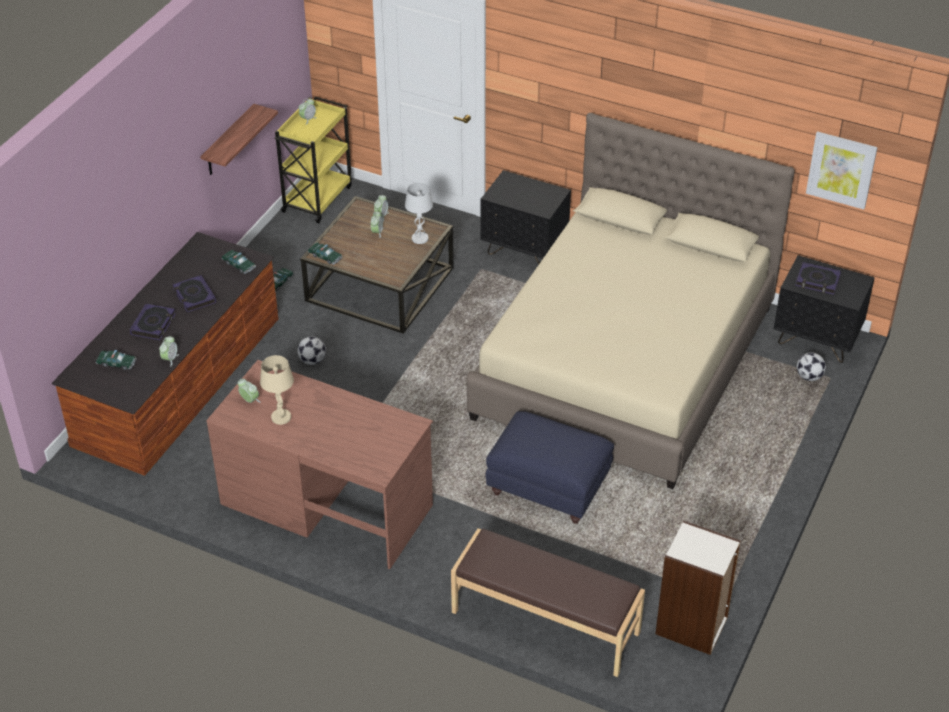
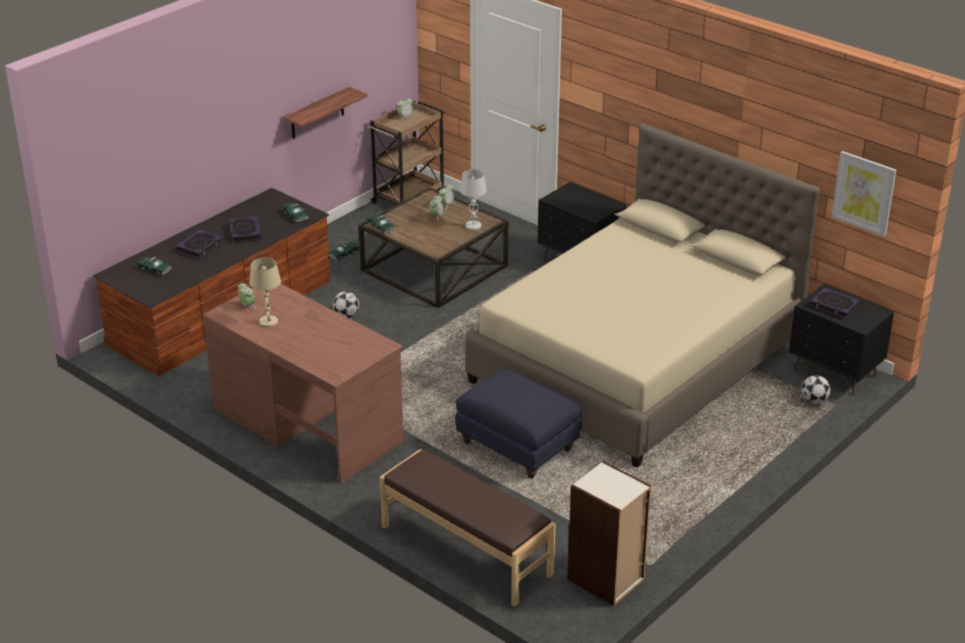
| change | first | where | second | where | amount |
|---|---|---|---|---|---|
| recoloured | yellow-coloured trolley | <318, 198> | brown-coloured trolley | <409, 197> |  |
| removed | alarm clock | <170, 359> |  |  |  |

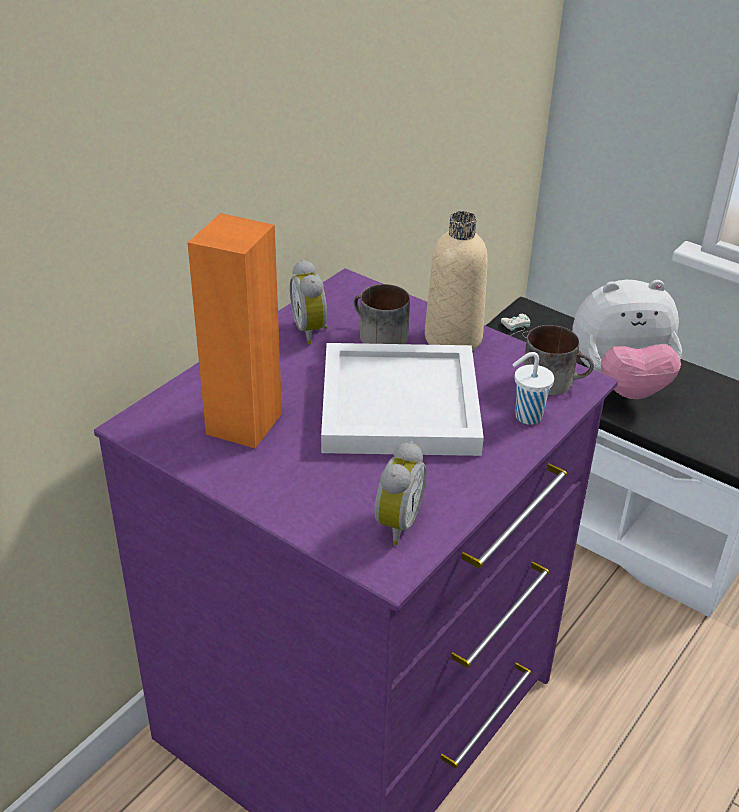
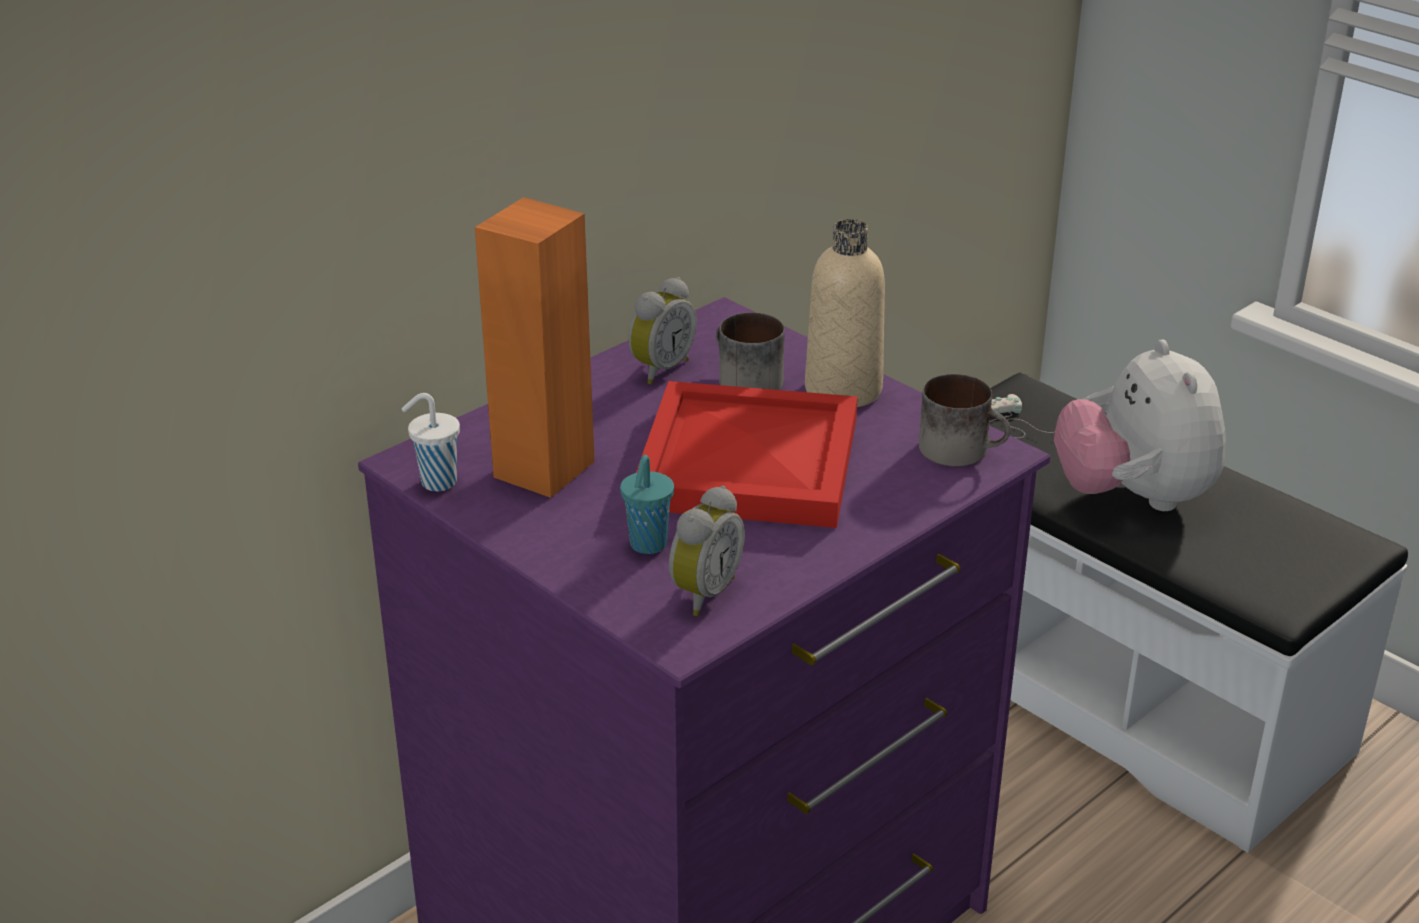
| change | first | where | second | where | amount |
|---|---|---|---|---|---|
| turned | alarm clock | <312, 330> |  | <659, 369> | 135 degrees counterclockwise |
| turned | soft toy | <620, 383> |  | <1133, 497> | 75 degrees clockwise |
| recoloured | white tray | <402, 406> | red-coloured tray | <751, 465> |  |
| moved | white cup | <526, 416> |  | <436, 482> |  |
| added |  |  | blue-green cup | <647, 545> |  |

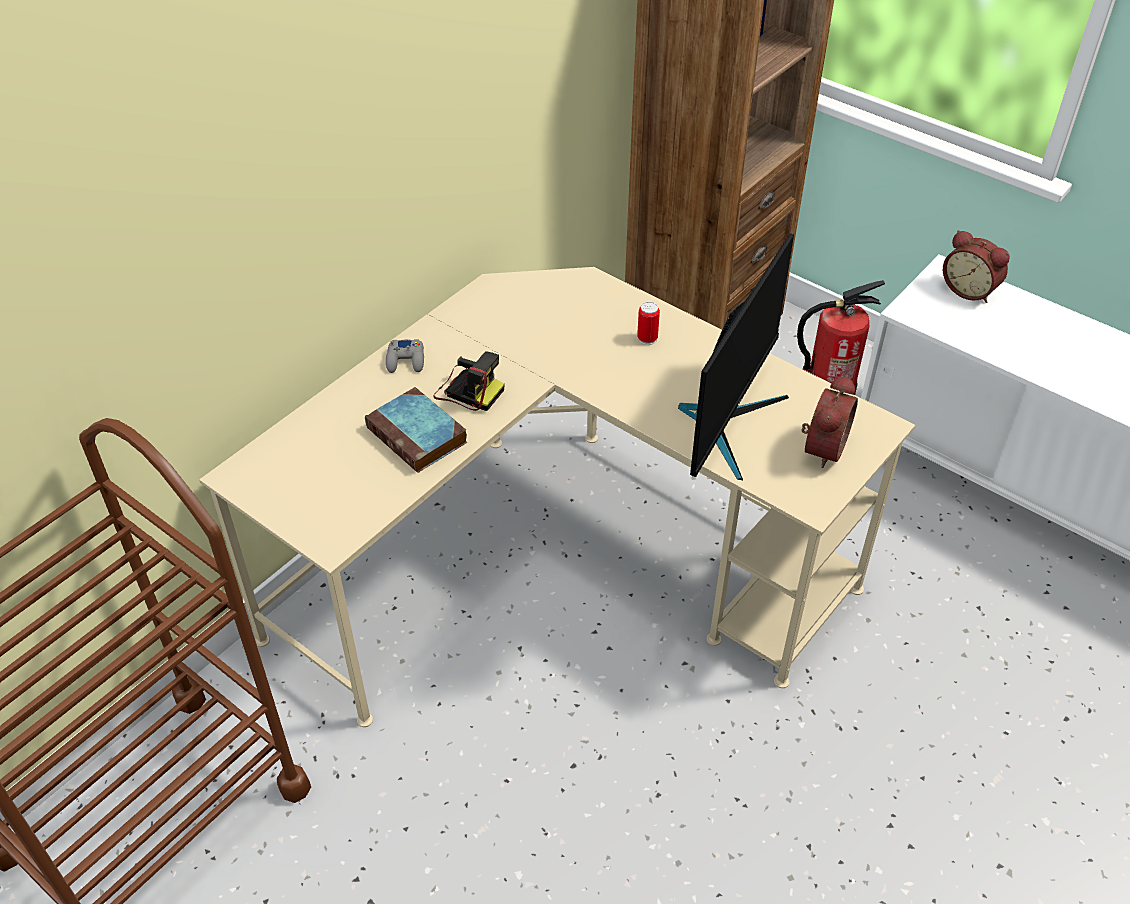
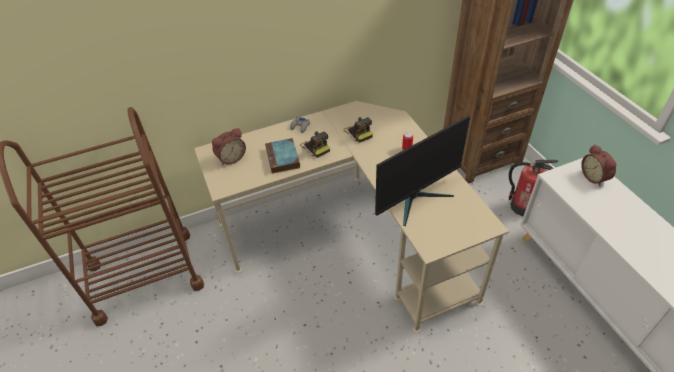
| change | first | where | second | where | amount |
|---|---|---|---|---|---|
| moved | alarm clock | <821, 447> |  | <231, 158> |  |
| added |  |  | still camera | <358, 132> |  |

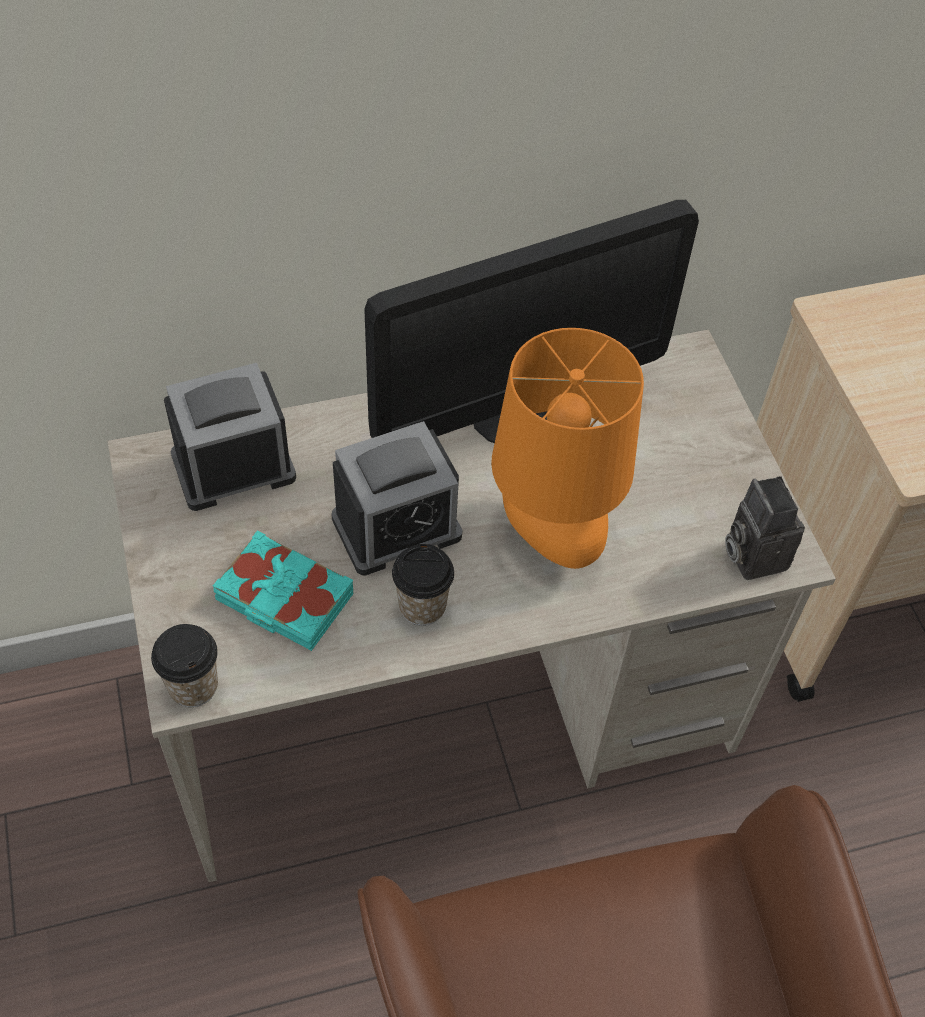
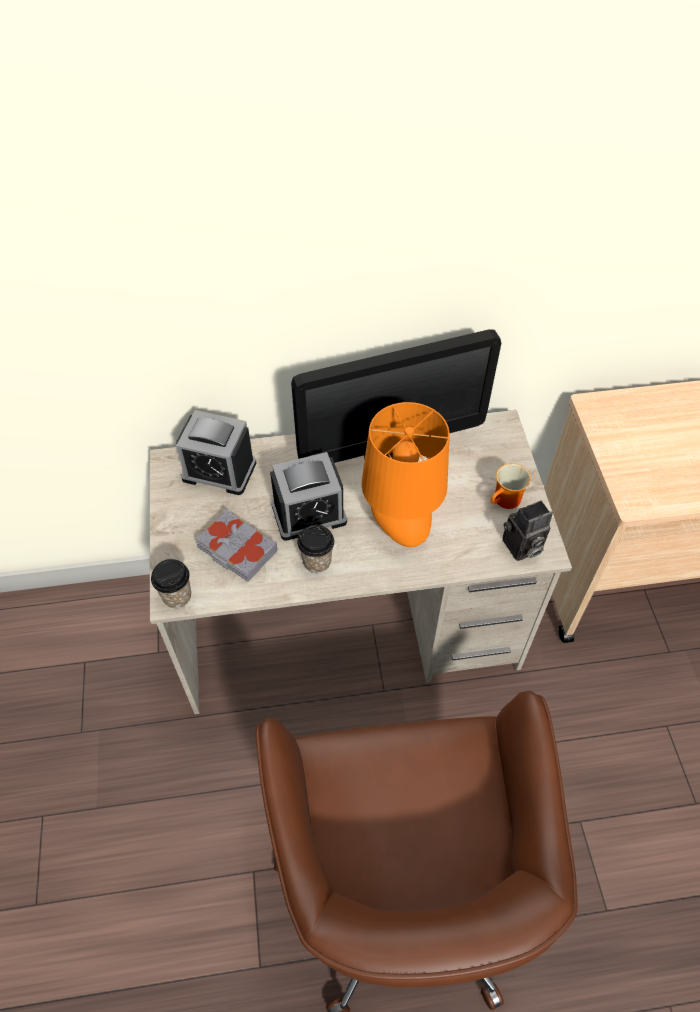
| change | first | where | second | where | amount |
|---|---|---|---|---|---|
| turned | alarm clock | <233, 467> |  | <219, 470> | 150 degrees counterclockwise |
| turned | still camera | <751, 554> |  | <521, 548> | 105 degrees counterclockwise |
| recoloured | blue-green bound book | <284, 598> | greyish bound book | <237, 550> |  |
| added |  |  | coffee mug | <506, 501> |  |

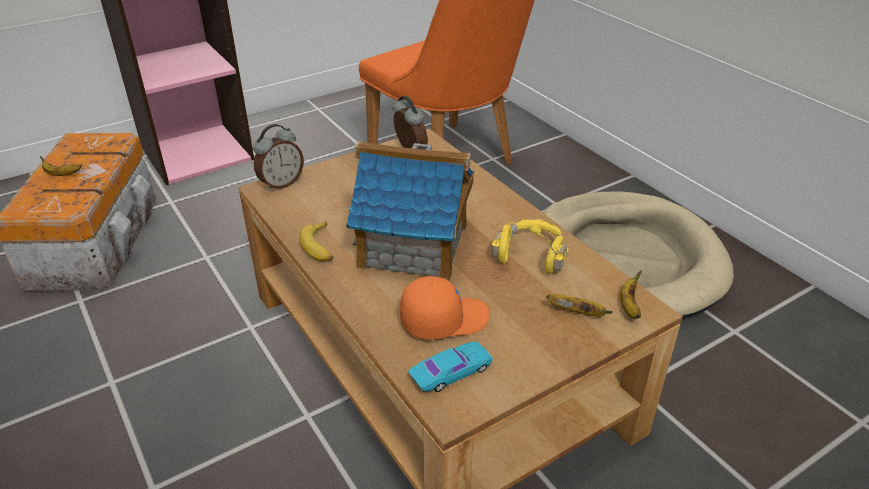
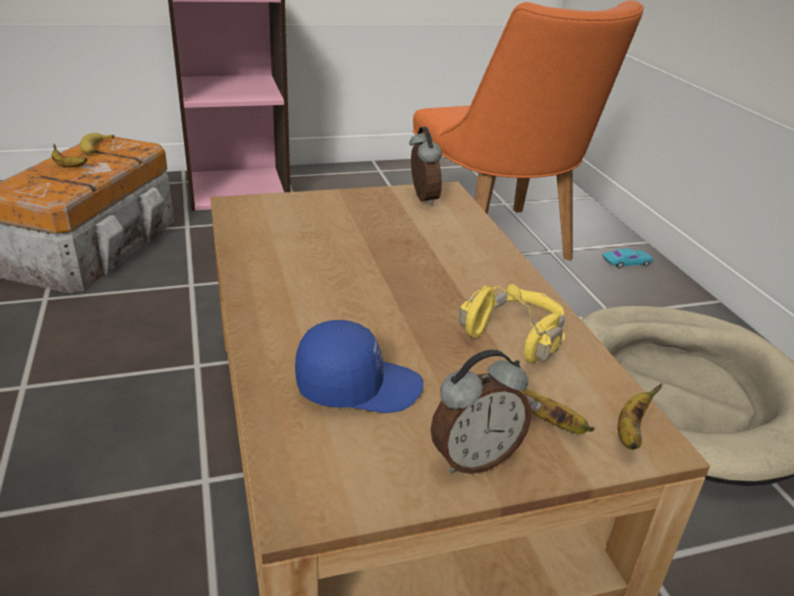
| change | first | where | second | where | amount |
|---|---|---|---|---|---|
| moved | alarm clock | <281, 183> |  | <473, 458> |  |
| removed | miniature house | <414, 246> |  |  |  |
| moved | banana | <320, 247> |  | <96, 148> |  |
| recoloured | orange-coloured peaked cap | <444, 319> | blue peaked cap | <358, 385> |  |
| moved | blue-green miniature car | <450, 372> |  | <626, 262> |  |

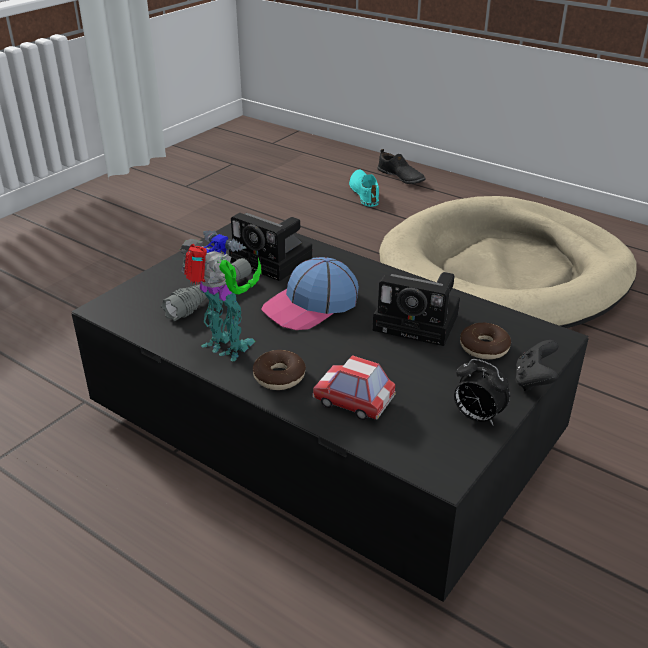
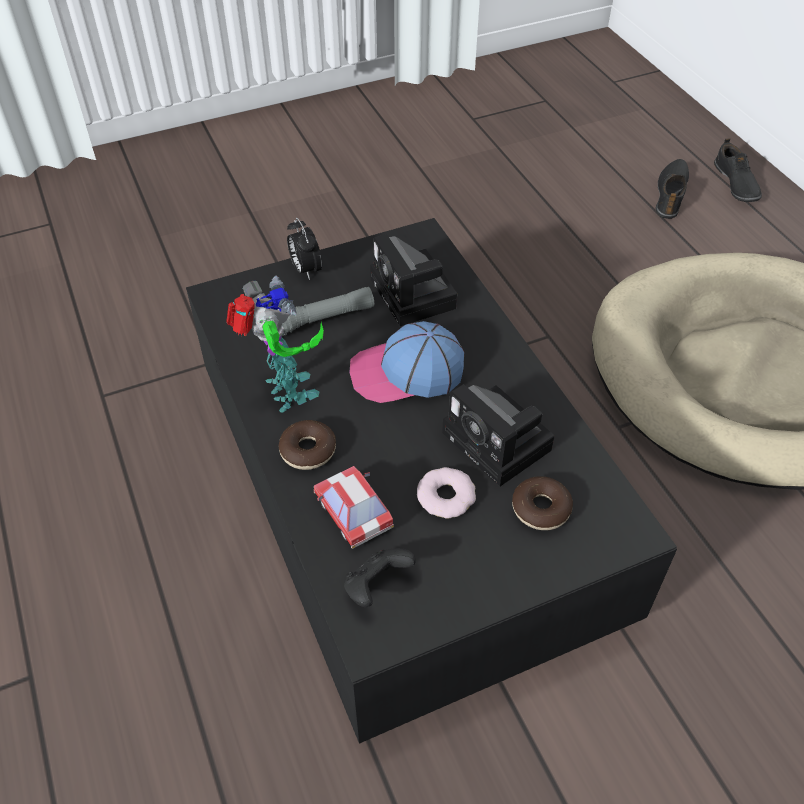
| change | first | where | second | where | amount |
|---|---|---|---|---|---|
| recoloured | blue-green shoe | <364, 192> | black shoe | <671, 193> |  |
| moved | black gamepad | <533, 381> |  | <376, 586> |  |
| moved | alarm clock | <476, 417> |  | <305, 269> |  |
| added |  |  | doughnut | <446, 496> |  |

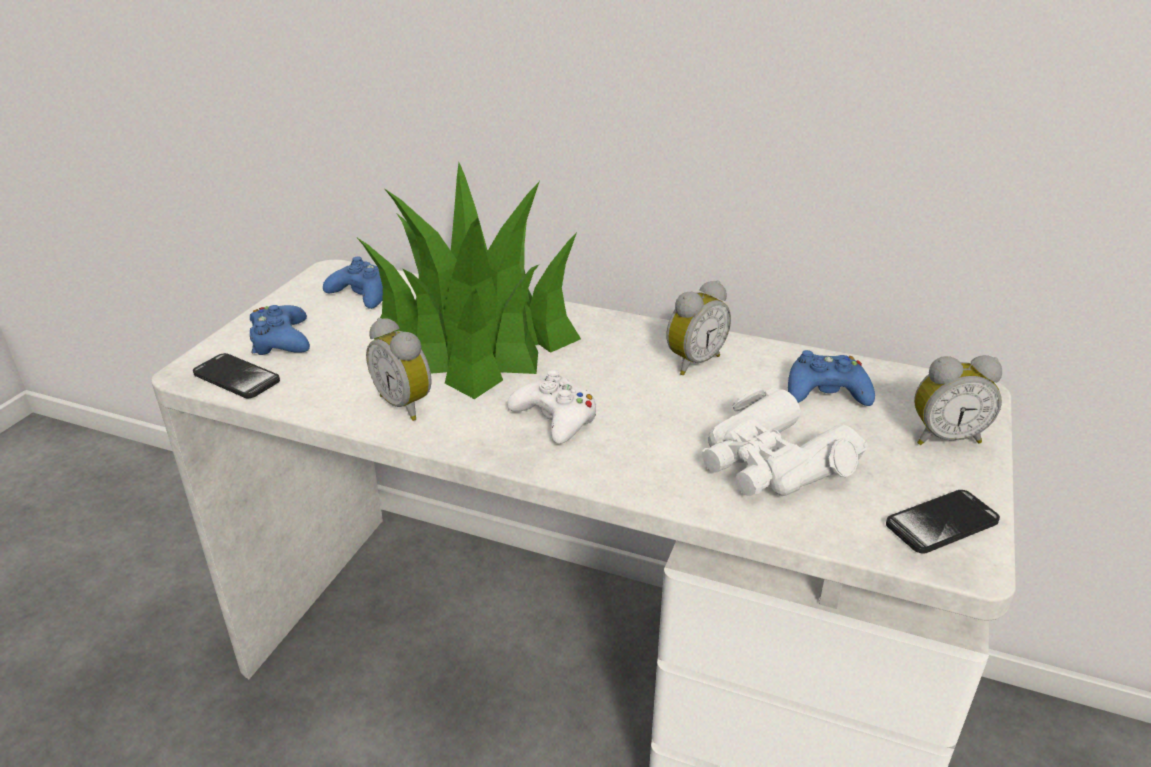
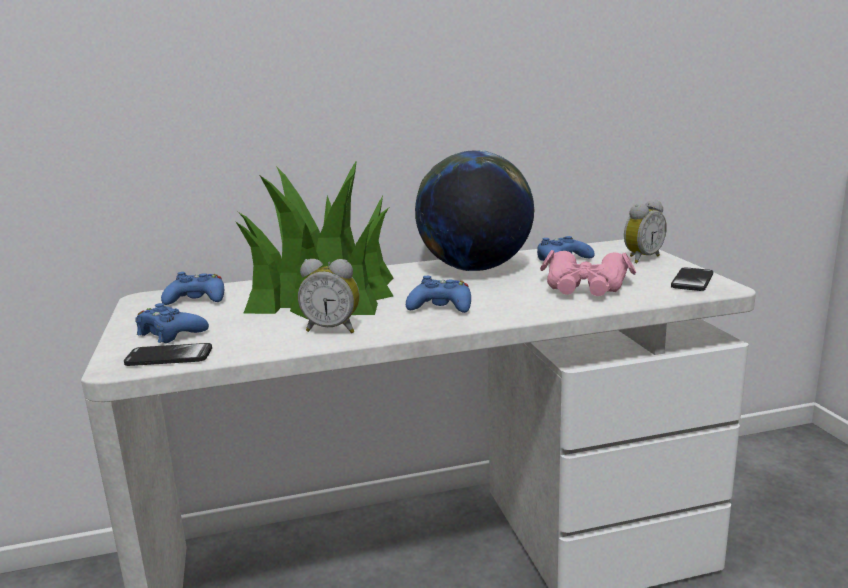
| change | first | where | second | where | amount |
|---|---|---|---|---|---|
| replaced | alarm clock | <692, 361> | desk globe | <475, 269> |  |
| recoloured | white gamepad | <555, 418> | blue gamepad | <441, 306> |  |
| recoloured | white field glasses | <772, 463> | pink-coloured field glasses | <585, 287> |  |

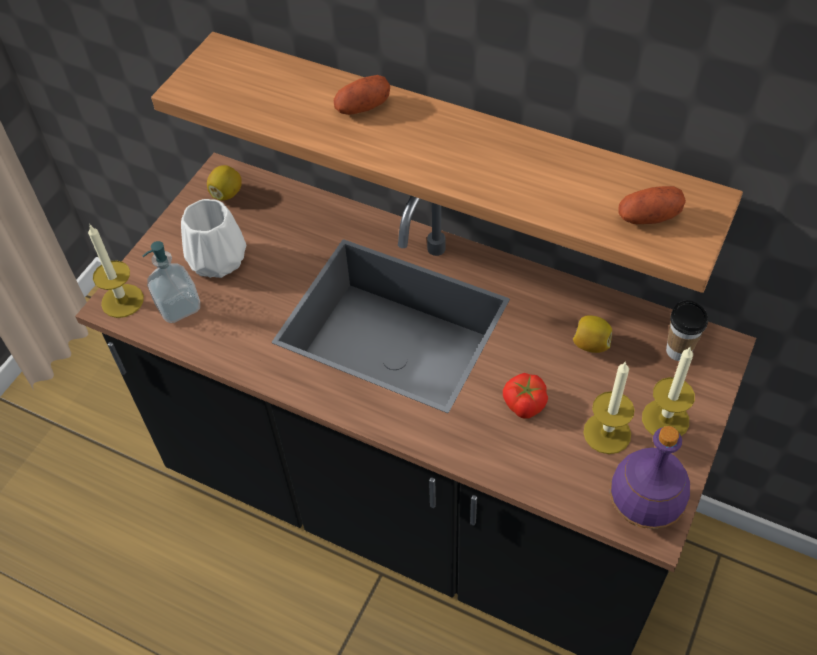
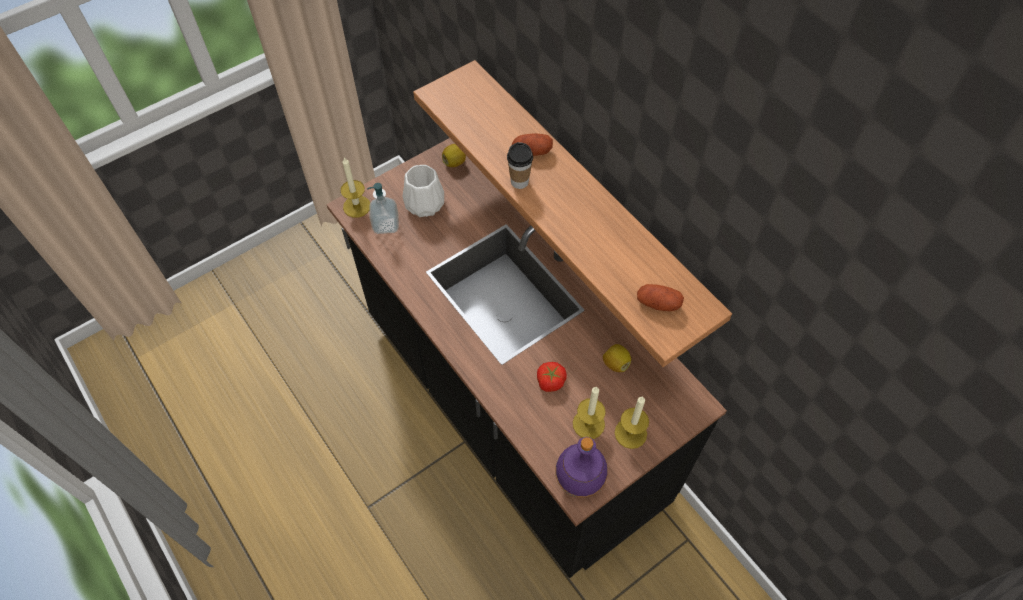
| change | first | where | second | where | amount |
|---|---|---|---|---|---|
| moved | cup | <678, 351> |  | <519, 182> |  |

